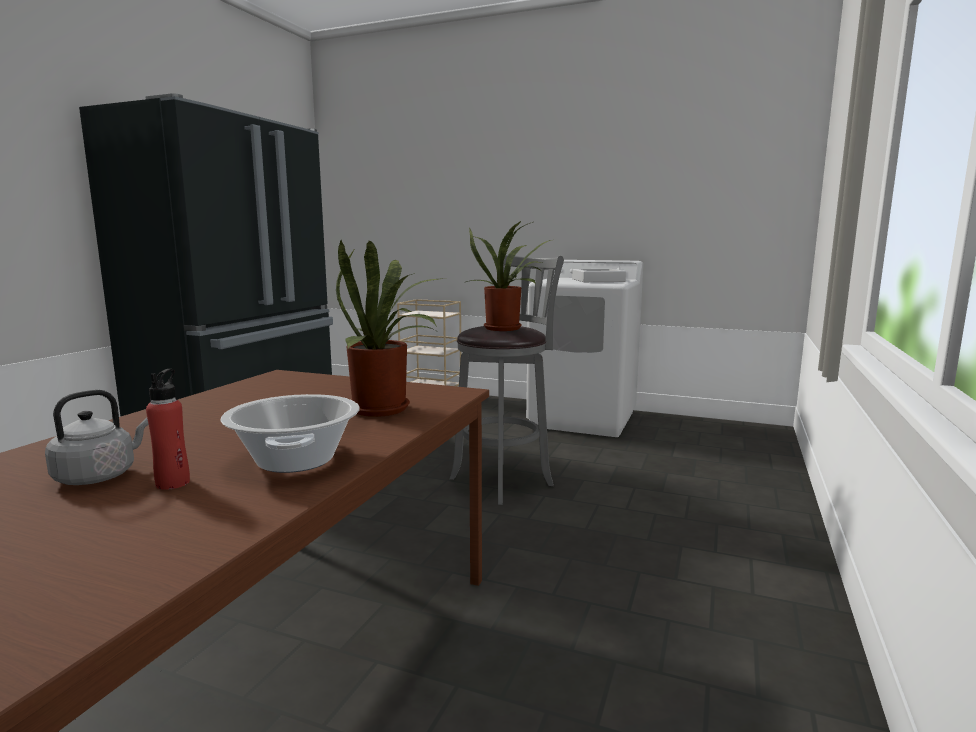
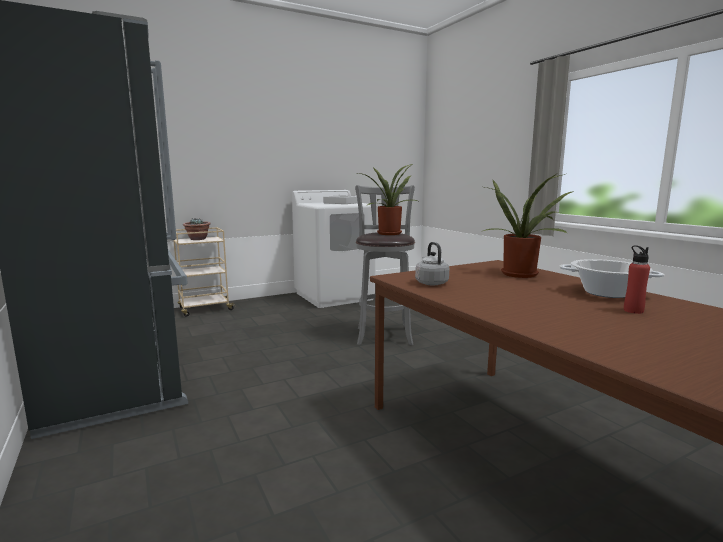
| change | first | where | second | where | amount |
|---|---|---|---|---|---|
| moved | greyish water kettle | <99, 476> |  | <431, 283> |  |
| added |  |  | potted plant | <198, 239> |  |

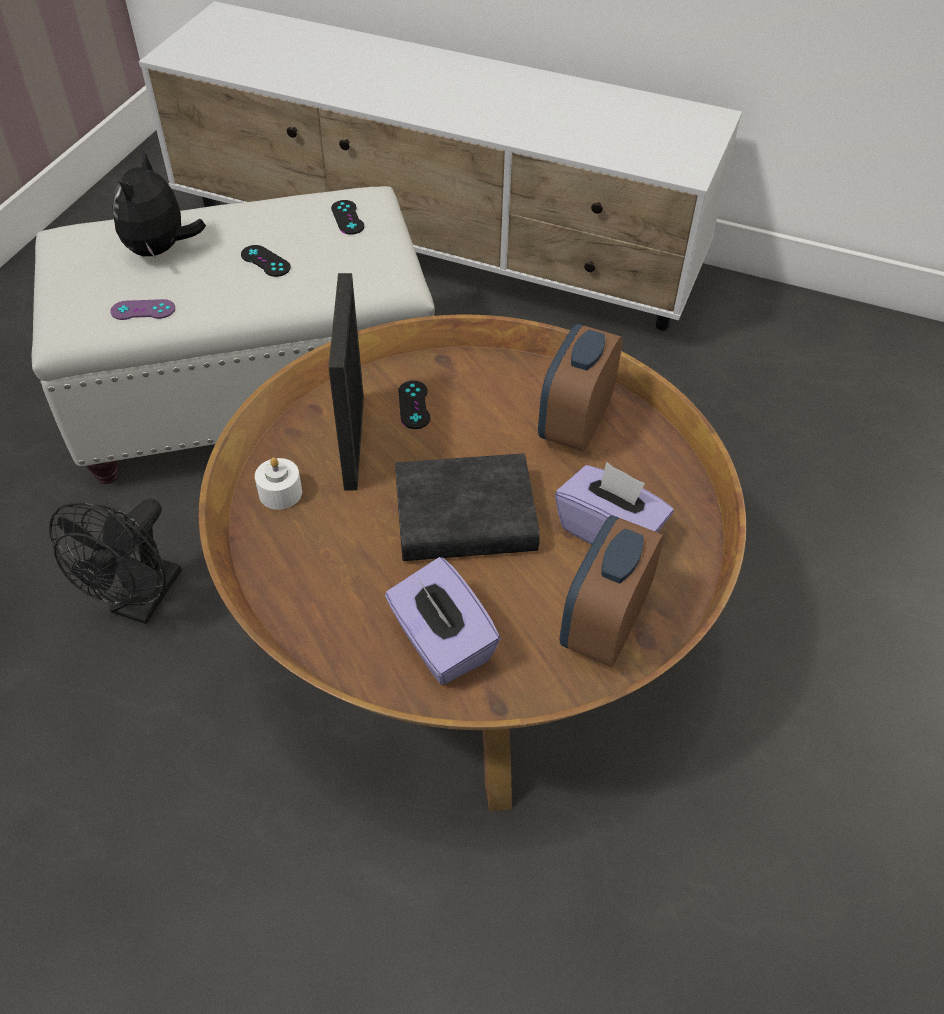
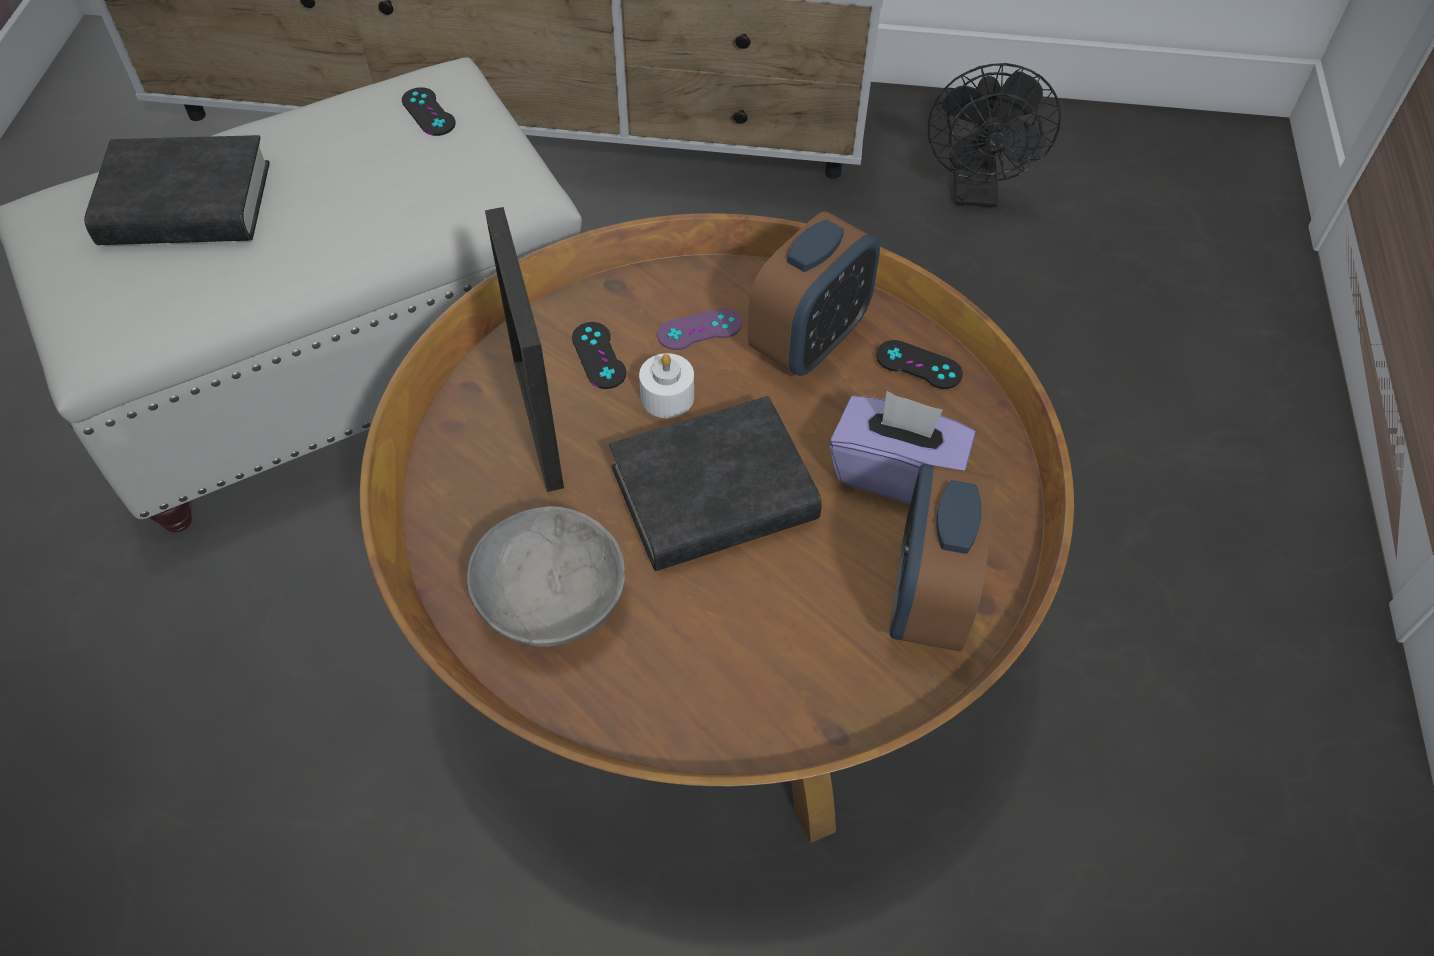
| change | first | where | second | where | amount |
|---|---|---|---|---|---|
| replaced | soft toy | <161, 250> | black bound book | <186, 205> |  |
| moved | black gamepad | <265, 261> |  | <918, 365> |  |
| moved | purple gamepad | <143, 310> |  | <699, 329> |  |
| turned | alarm clock | <574, 425> |  | <809, 341> | 150 degrees counterclockwise |
| moved | white candle | <280, 493> |  | <667, 396> |  |
| moved | black electric fan | <141, 602> |  | <975, 192> |  |
| removed | purple tissue holder | <441, 642> |  |  |  |
| added |  |  | greyish bowl | <550, 597> |  |

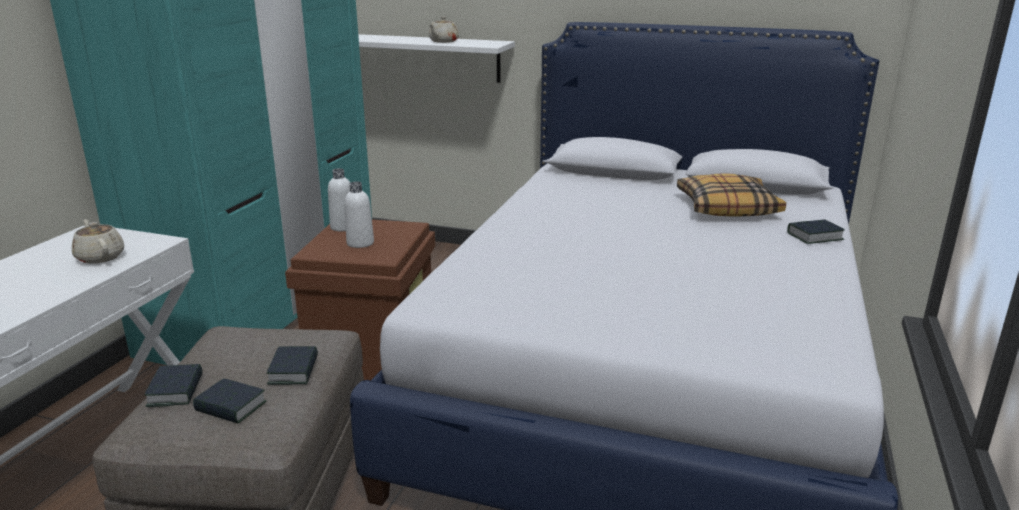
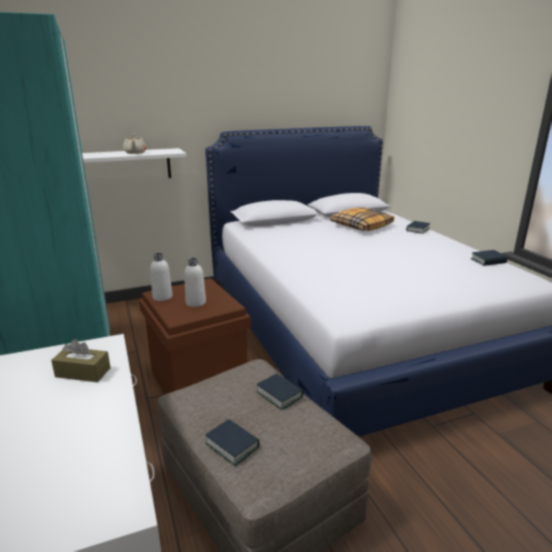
| change | first | where | second | where | amount |
|---|---|---|---|---|---|
| replaced | beige-coloured pot for tea | <100, 257> | brown-coloured tissue holder | <83, 372> |  |
| moved | bound book | <231, 407> |  | <488, 261> |  |

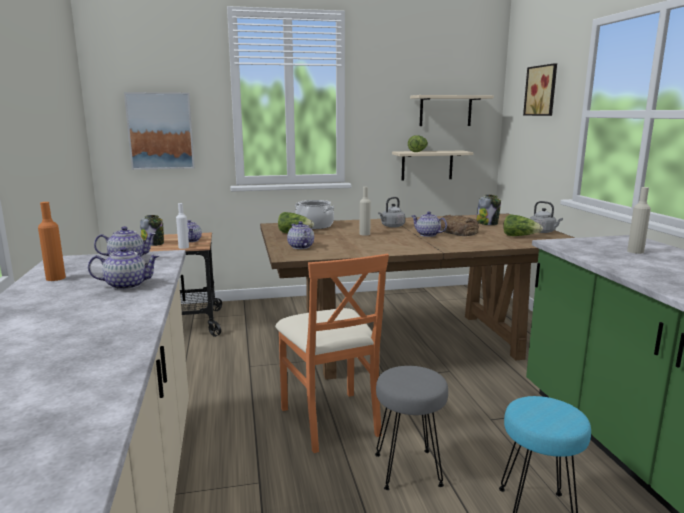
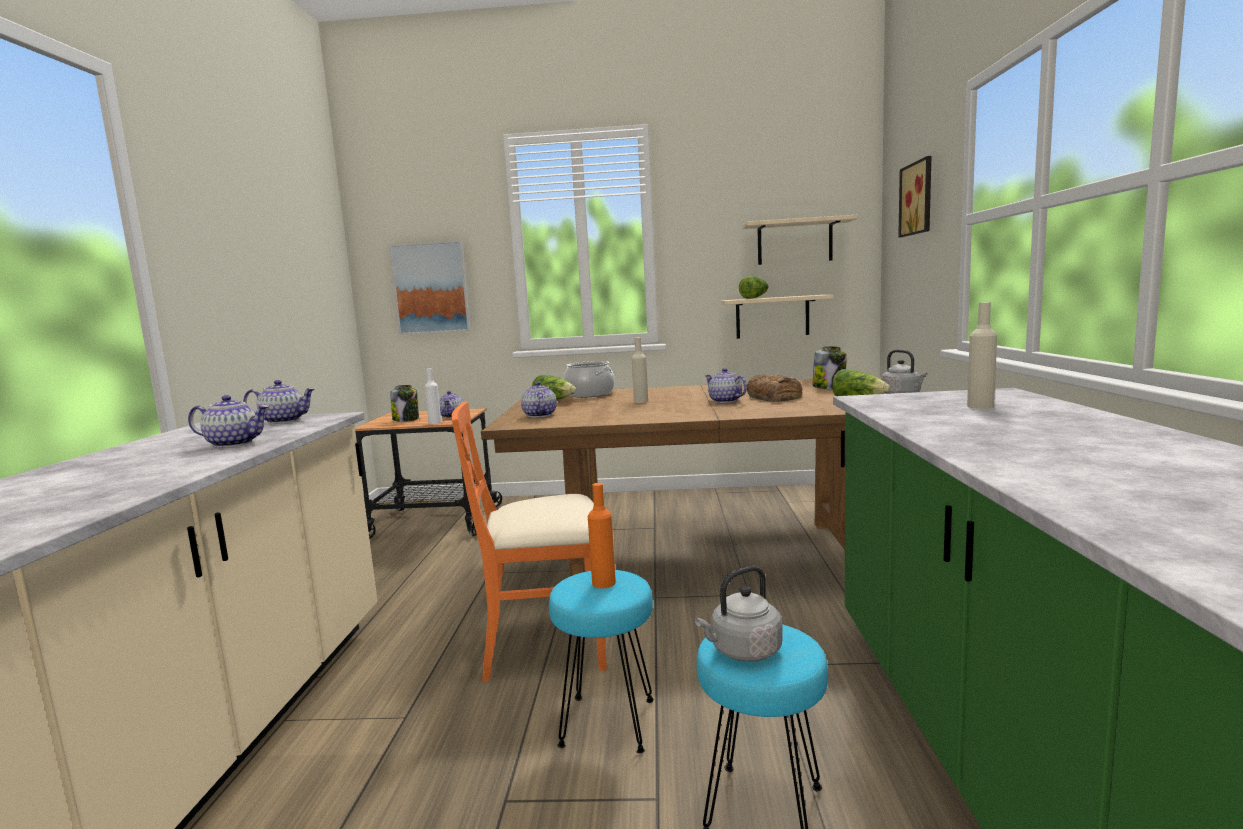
| change | first | where | second | where | amount |
|---|---|---|---|---|---|
| moved | greyish water kettle | <391, 226> |  | <743, 651> |  |
| moved | orange-coloured bottle | <55, 278> |  | <603, 583> |  |
| turned | orange-coloured chair | <330, 420> |  | <546, 646> | 90 degrees clockwise |
| recoloured | greyish sitting stool | <409, 469> | blue-green sitting stool | <609, 723> |  |

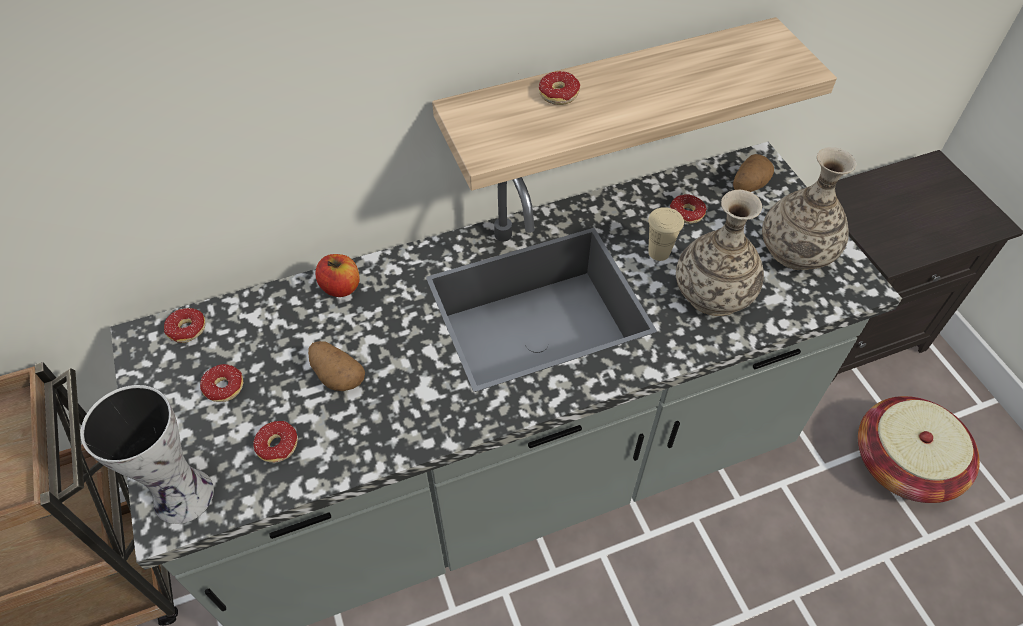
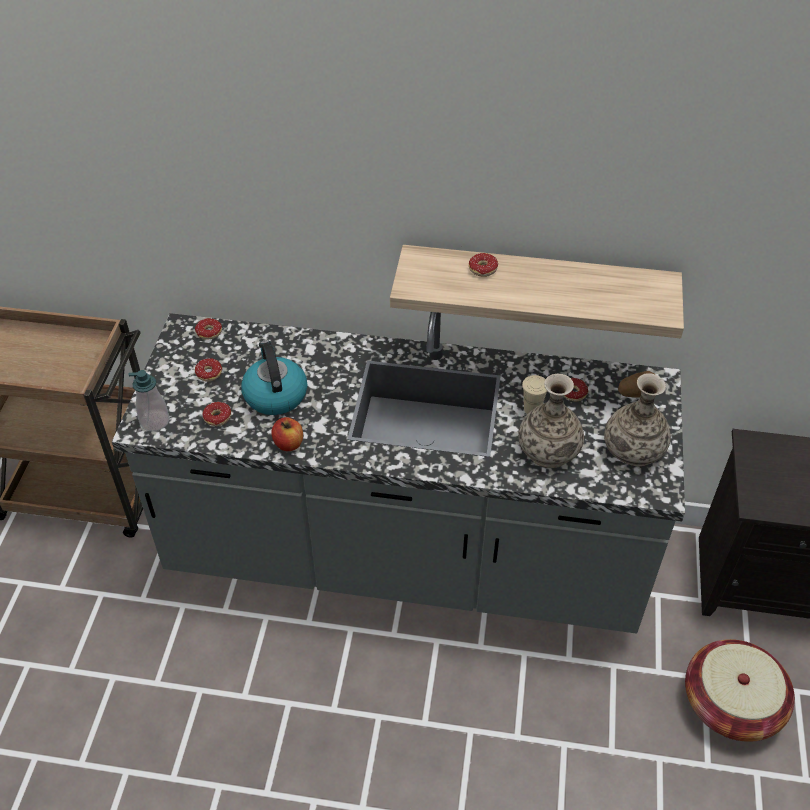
| change | first | where | second | where | amount |
|---|---|---|---|---|---|
| moved | apple | <341, 287> |  | <288, 443> |  |
| replaced | potato | <337, 375> | water kettle | <275, 394> |  |
| replaced | decorative vase | <186, 496> | liquid soap bottle | <155, 421> |  |

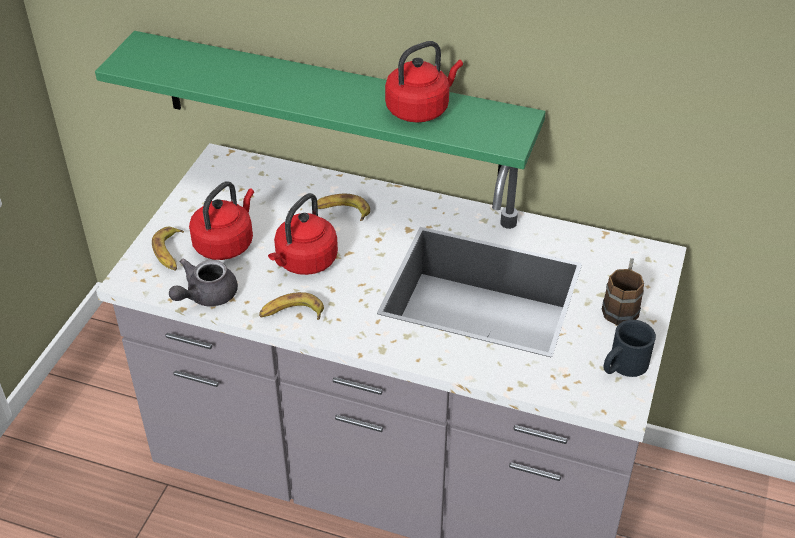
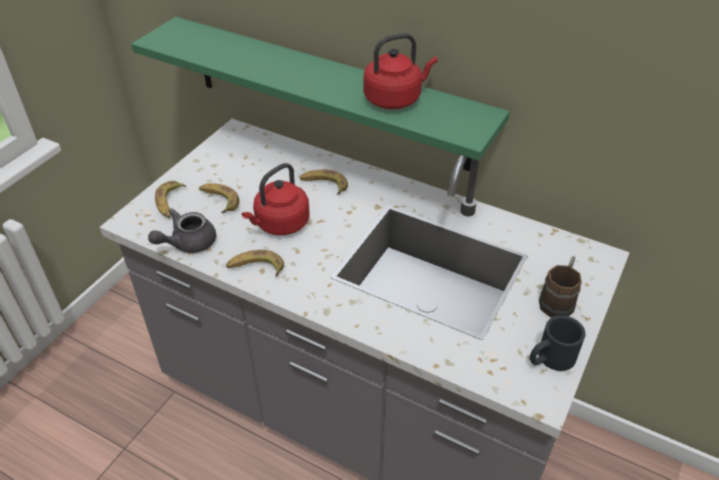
| change | first | where | second | where | amount |
|---|---|---|---|---|---|
| replaced | red-coloured water kettle | <226, 243> | banana | <219, 200> |  |

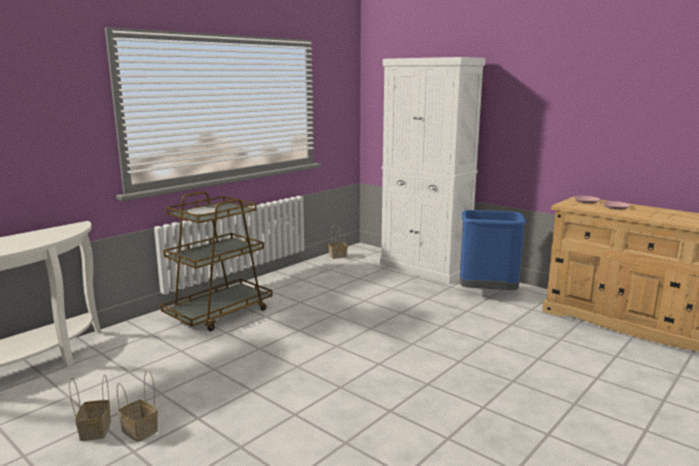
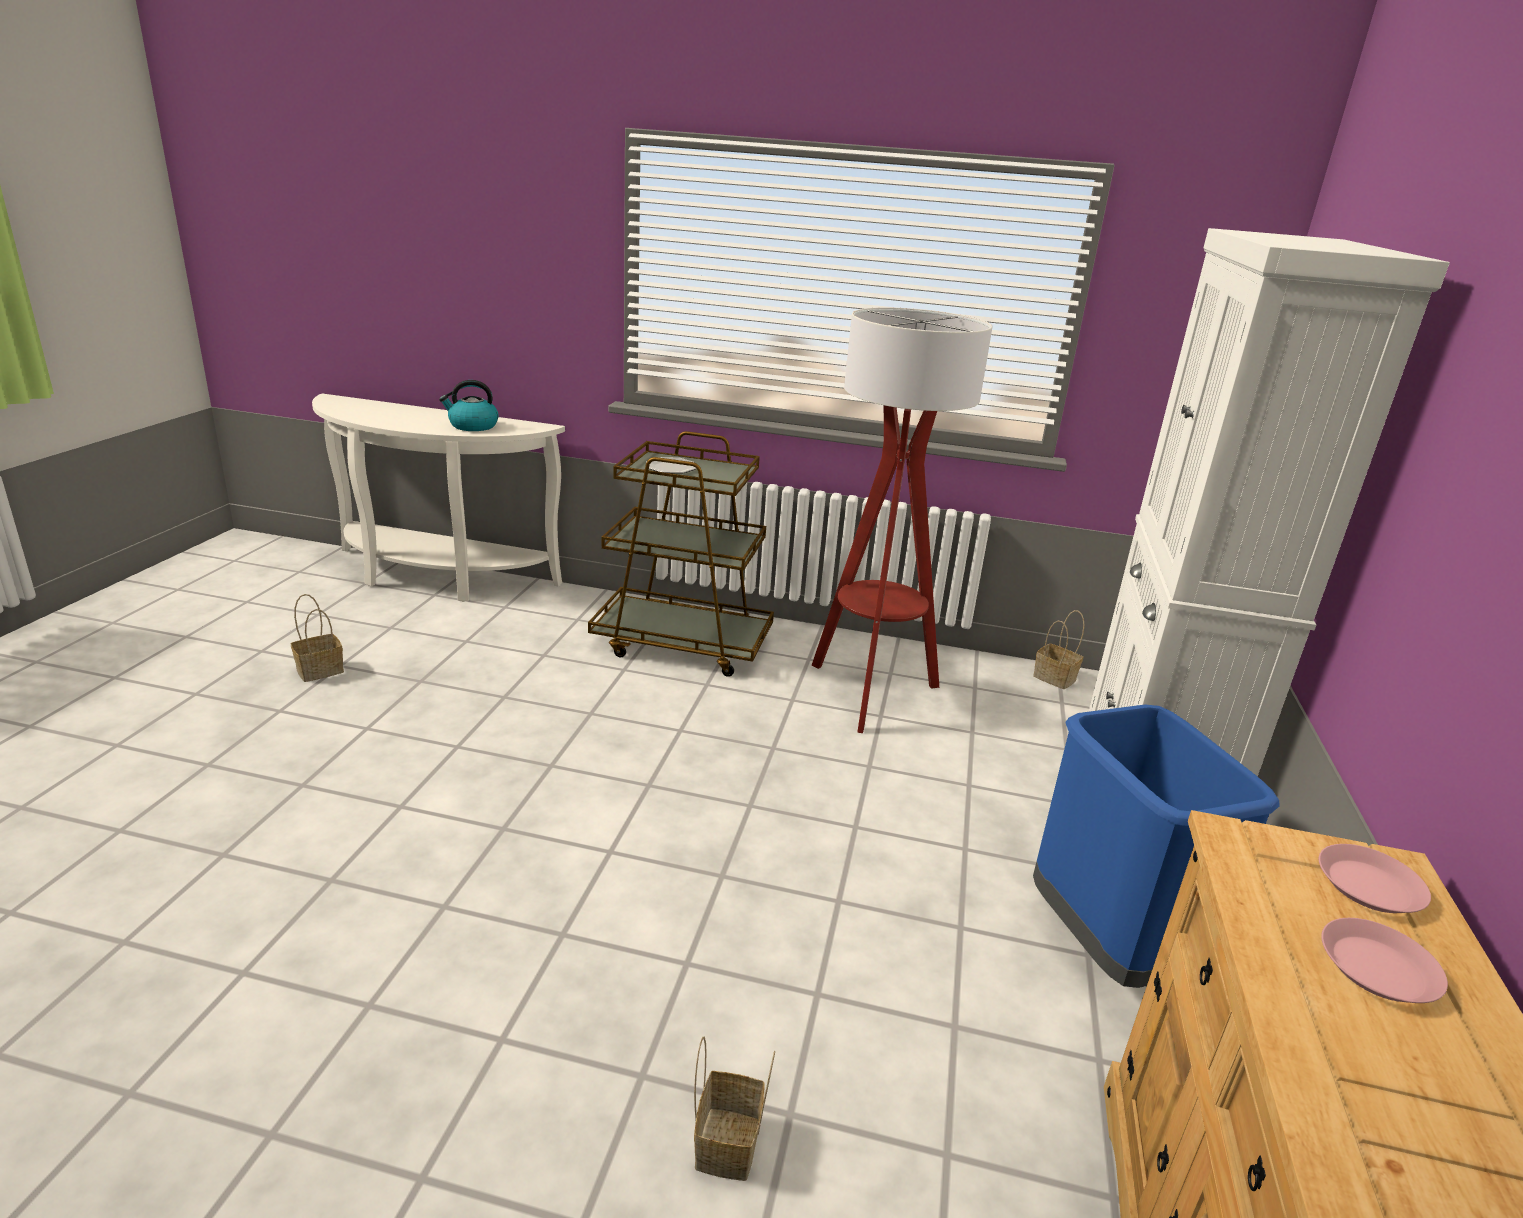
| change | first | where | second | where | amount |
|---|---|---|---|---|---|
| moved | storage basket | <141, 431> |  | <728, 1146> |  |
| added |  |  | standing lamp | <870, 693> |  |
| added |  |  | water kettle | <472, 426> |  |

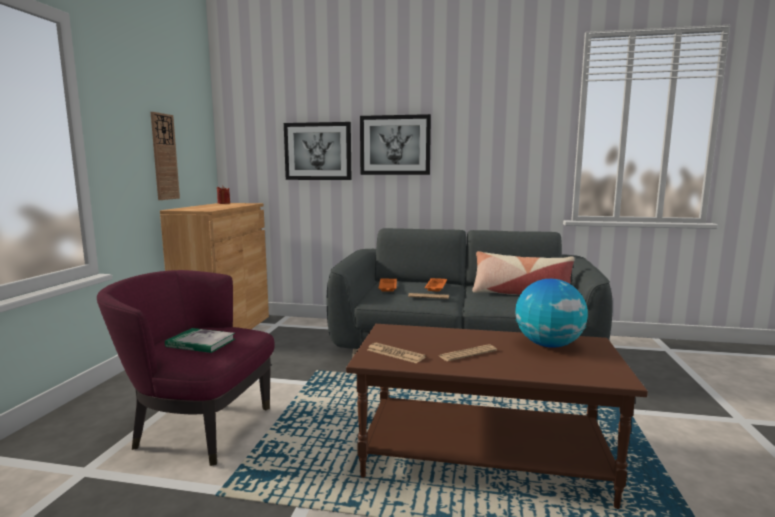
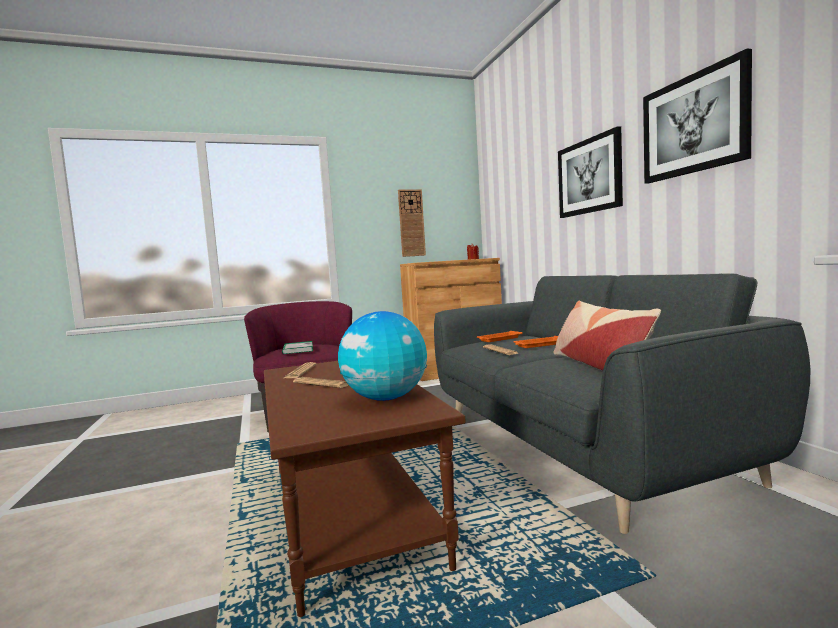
| change | first | where | second | where | amount |
|---|---|---|---|---|---|
| moved | wall art | <318, 151> |  | <693, 124> |  |

